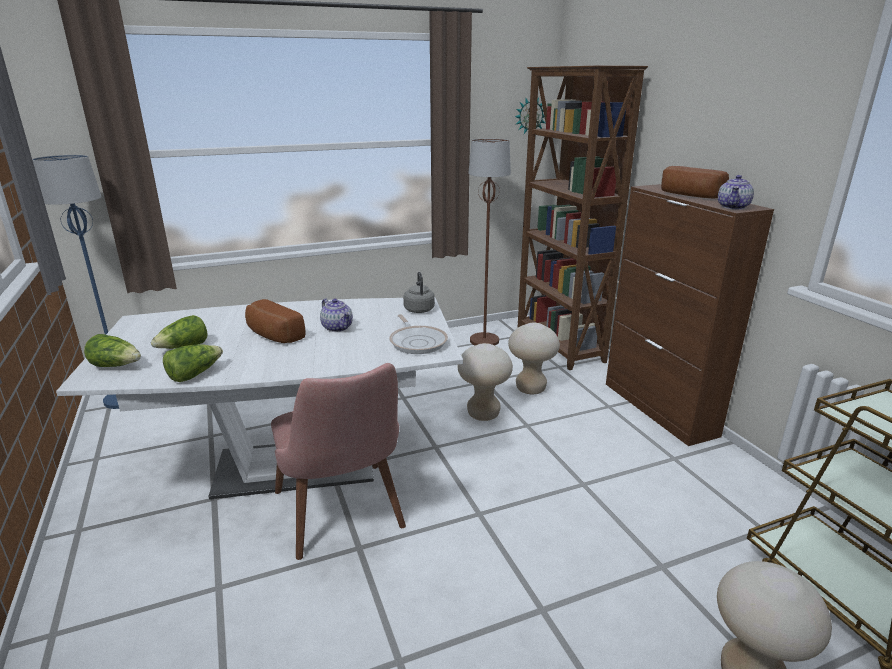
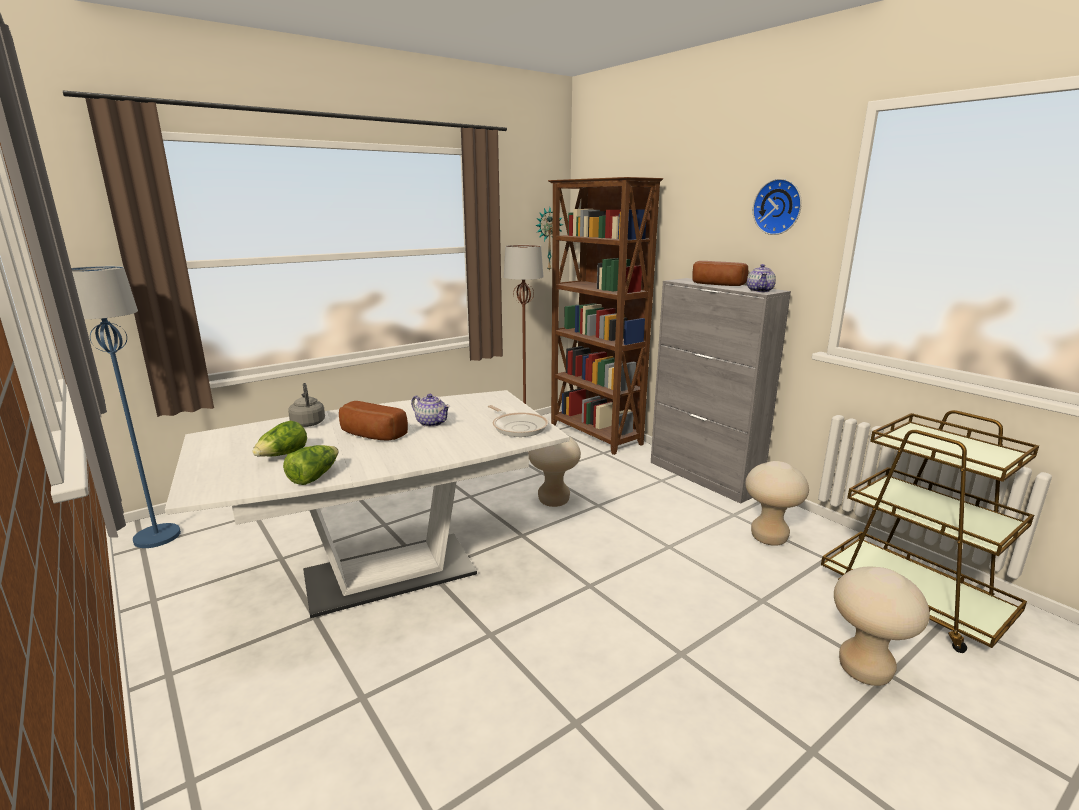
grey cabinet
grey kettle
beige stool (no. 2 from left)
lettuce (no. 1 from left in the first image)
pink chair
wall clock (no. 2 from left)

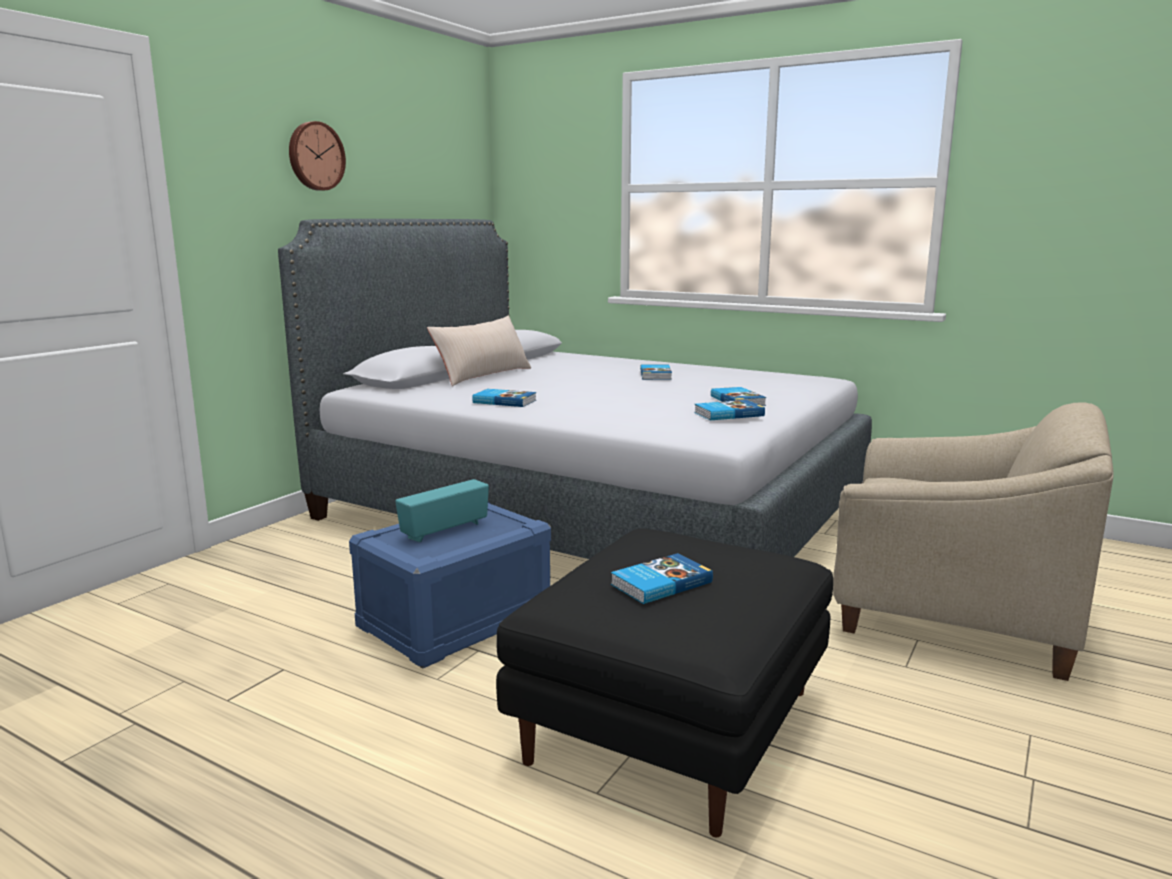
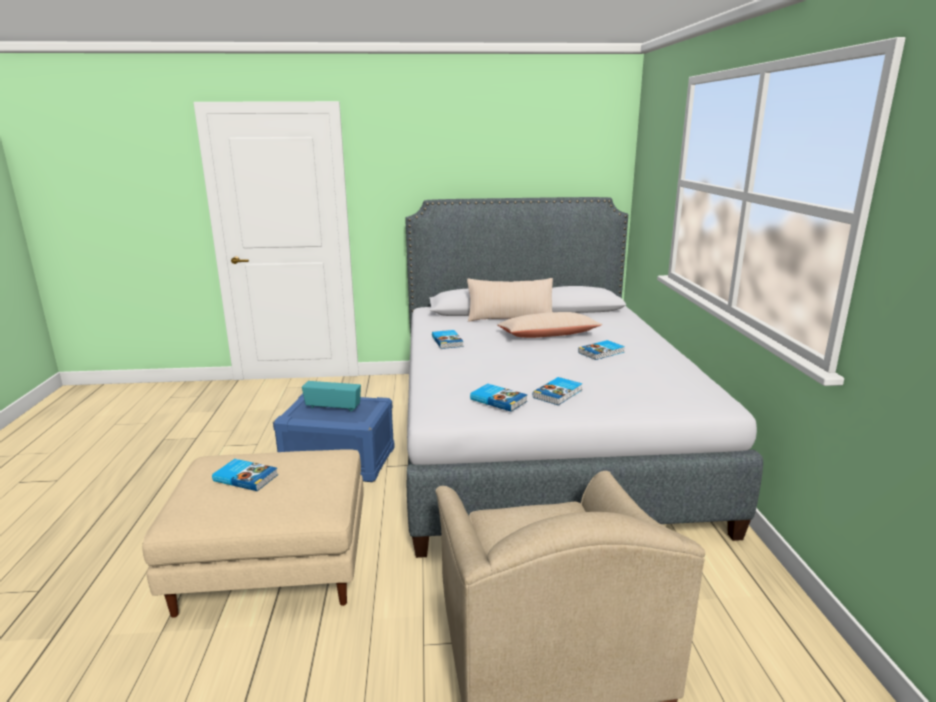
wall clock
beige ottoman
beige pillow (no. 2 from left)

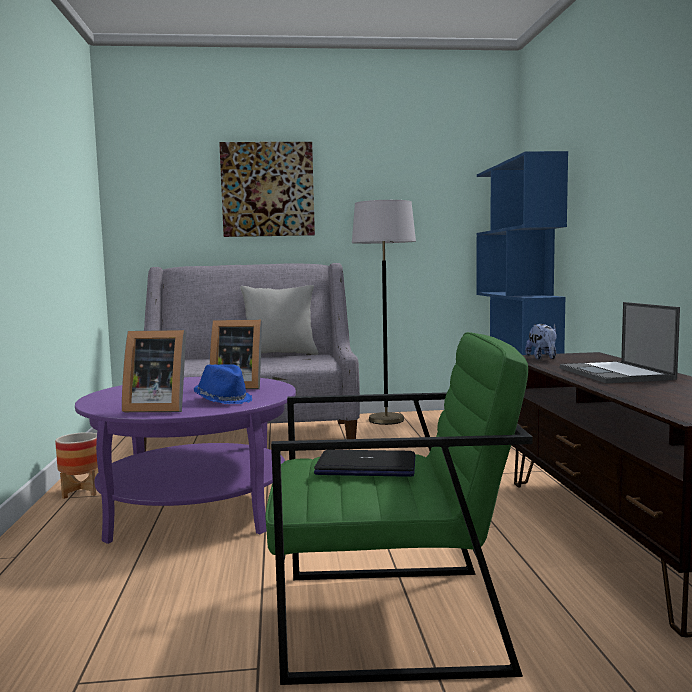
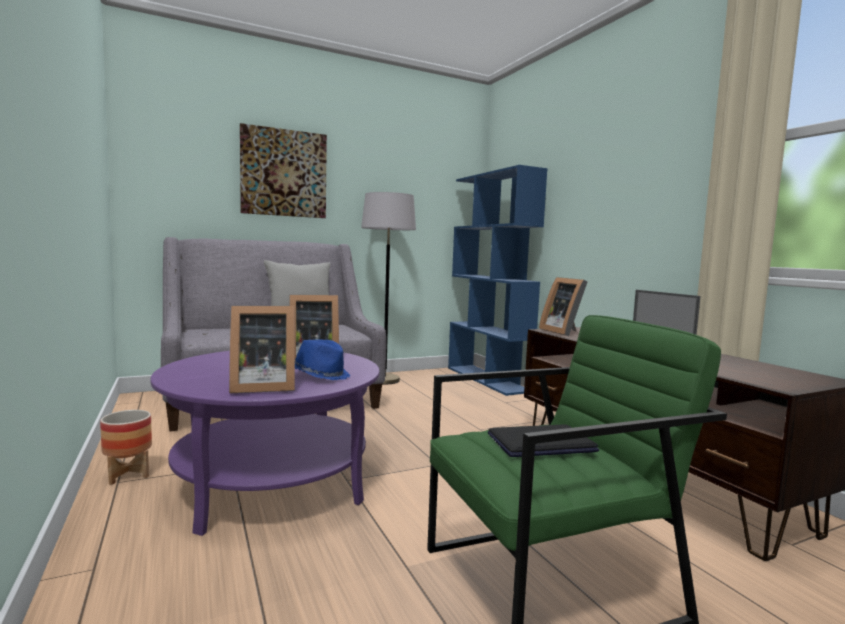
picture frame (no. 3 from left)

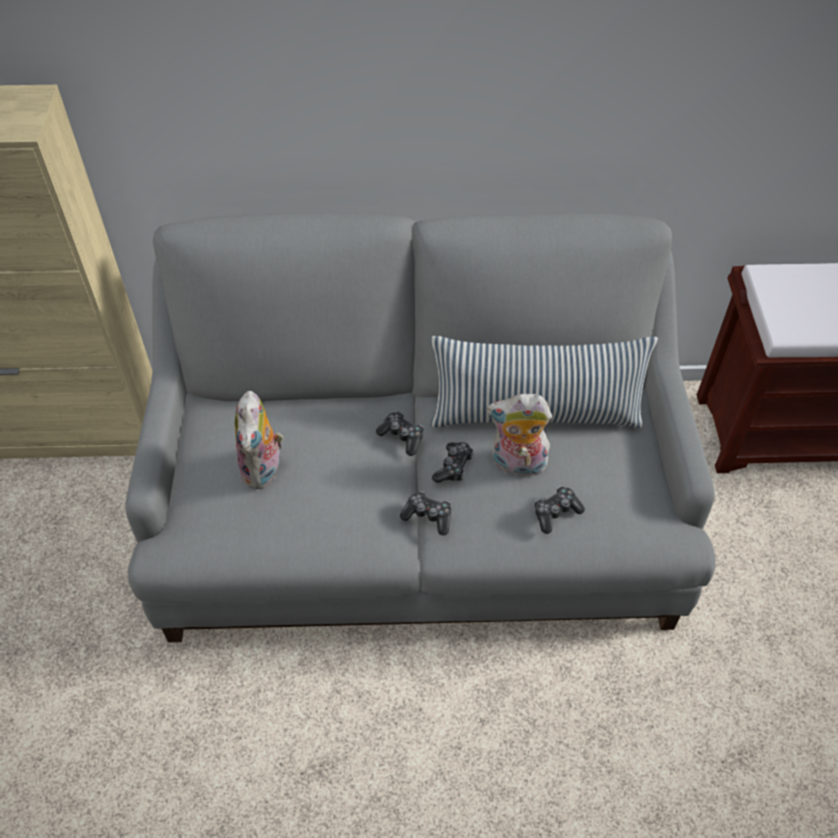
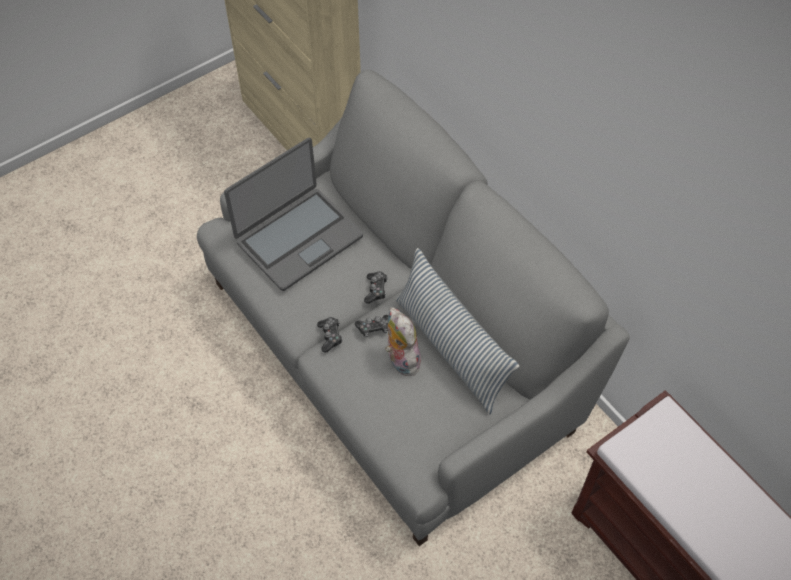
laptop
game controller (no. 4 from left in the first image)

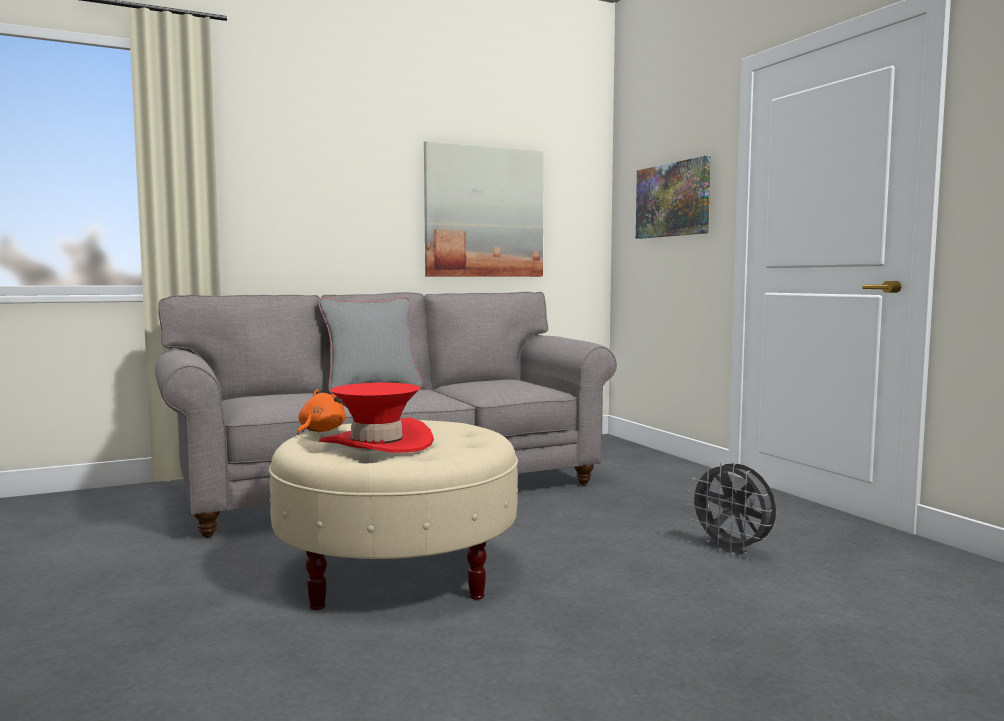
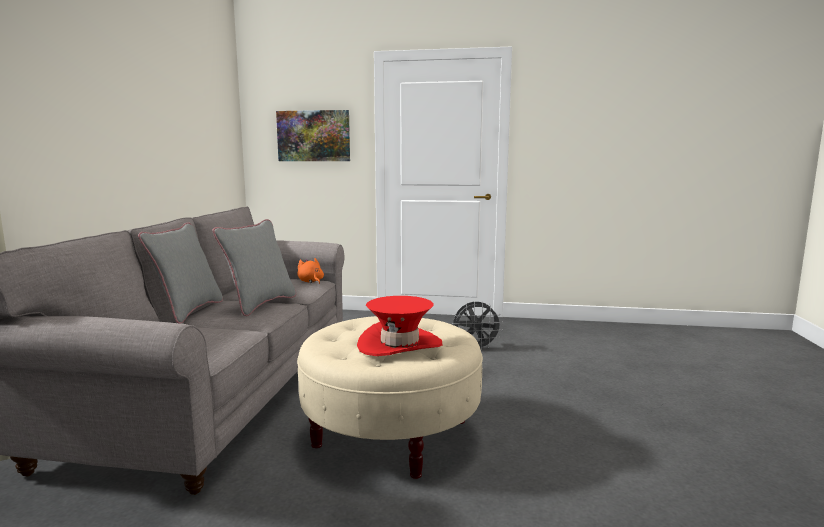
picture (no. 1 from left in the first image)
orange plush toy
grey pillow (no. 2 from left)

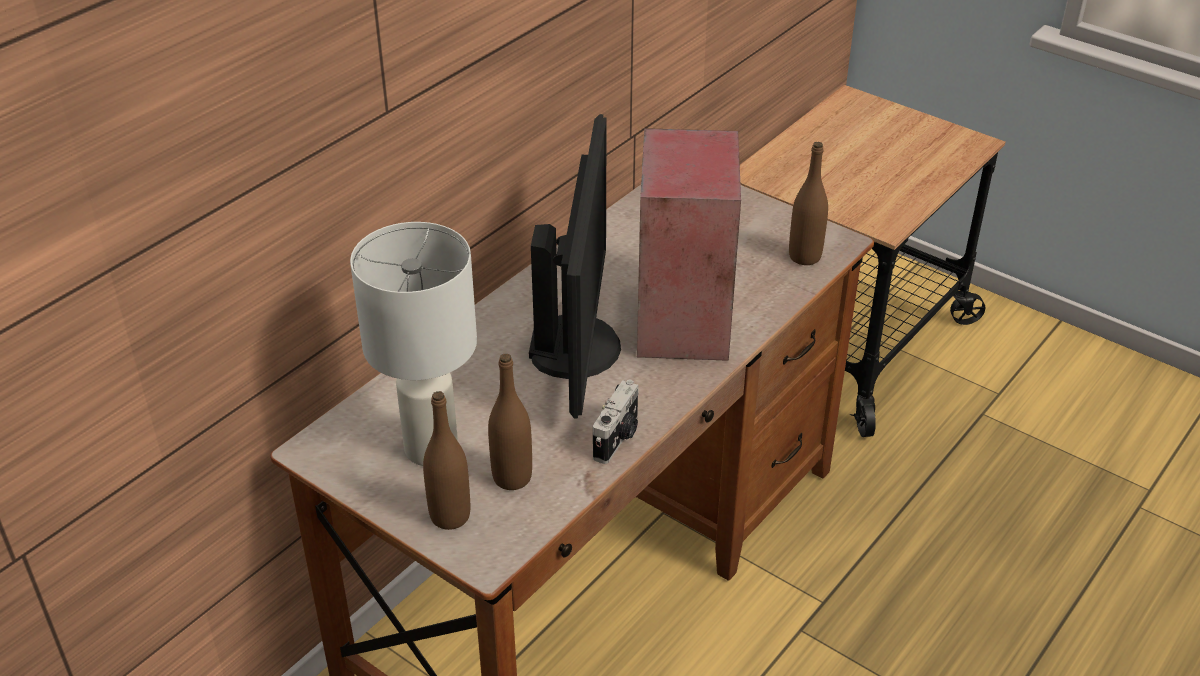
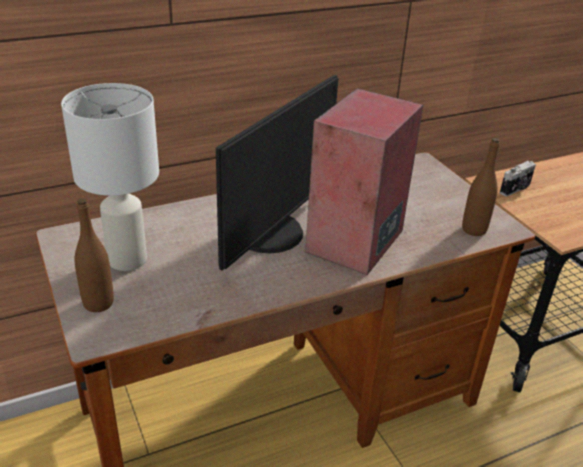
brown bottle (no. 2 from left in the first image)
photo camera

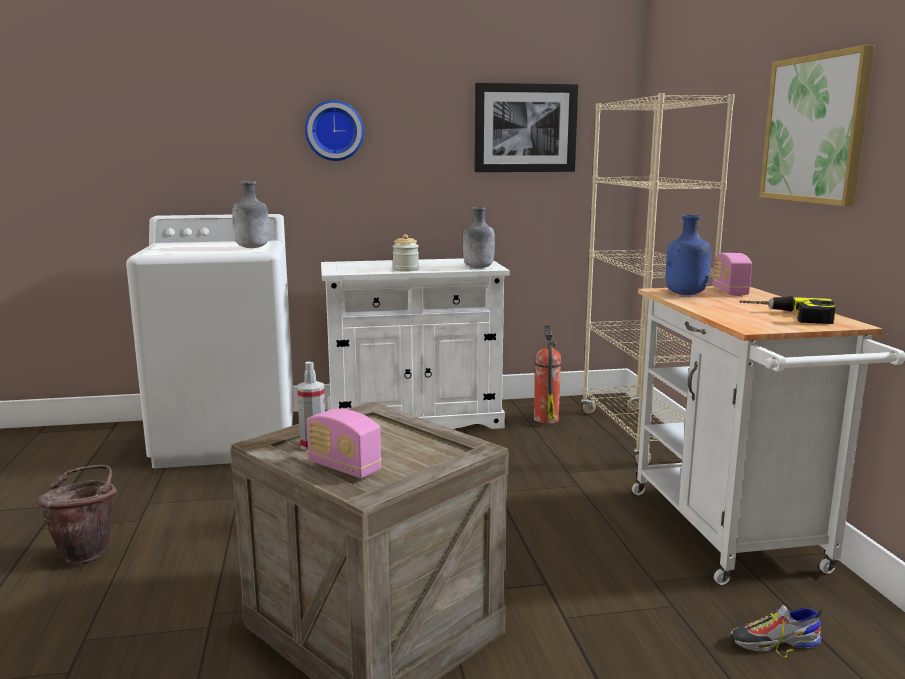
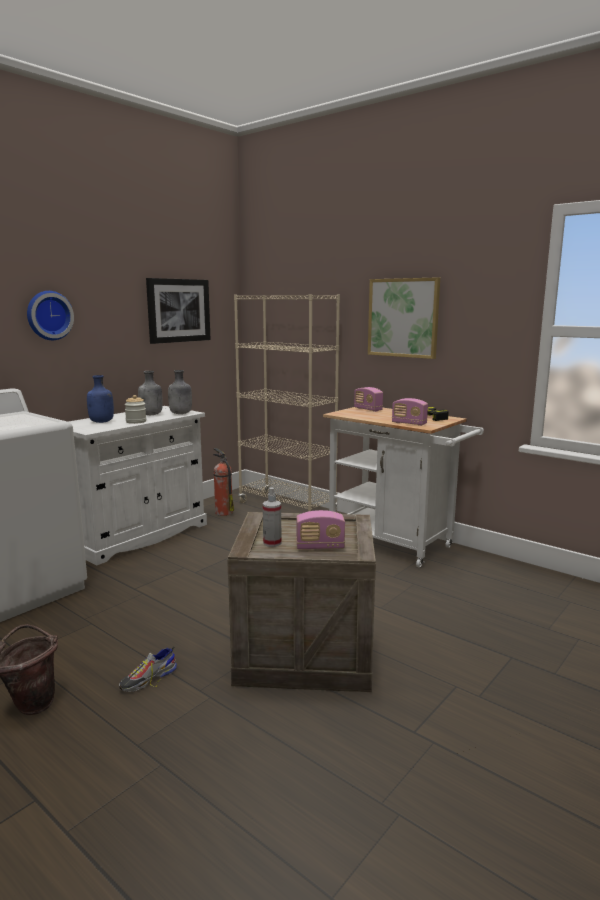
grey bottle (no. 1 from left)
blue bottle
shoe
radio (no. 3 from left)

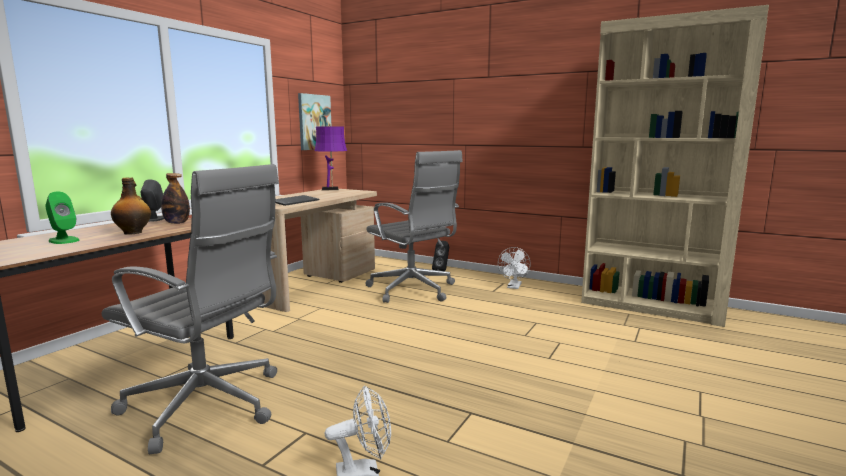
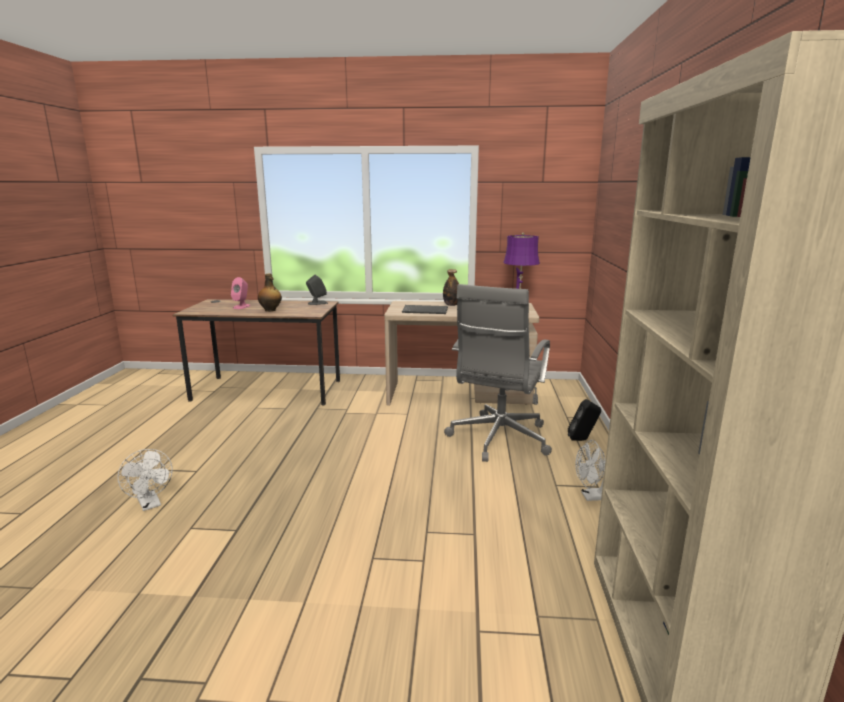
picture
grey office chair (no. 1 from left in the first image)
bottle (no. 2 from left)
pink speaker

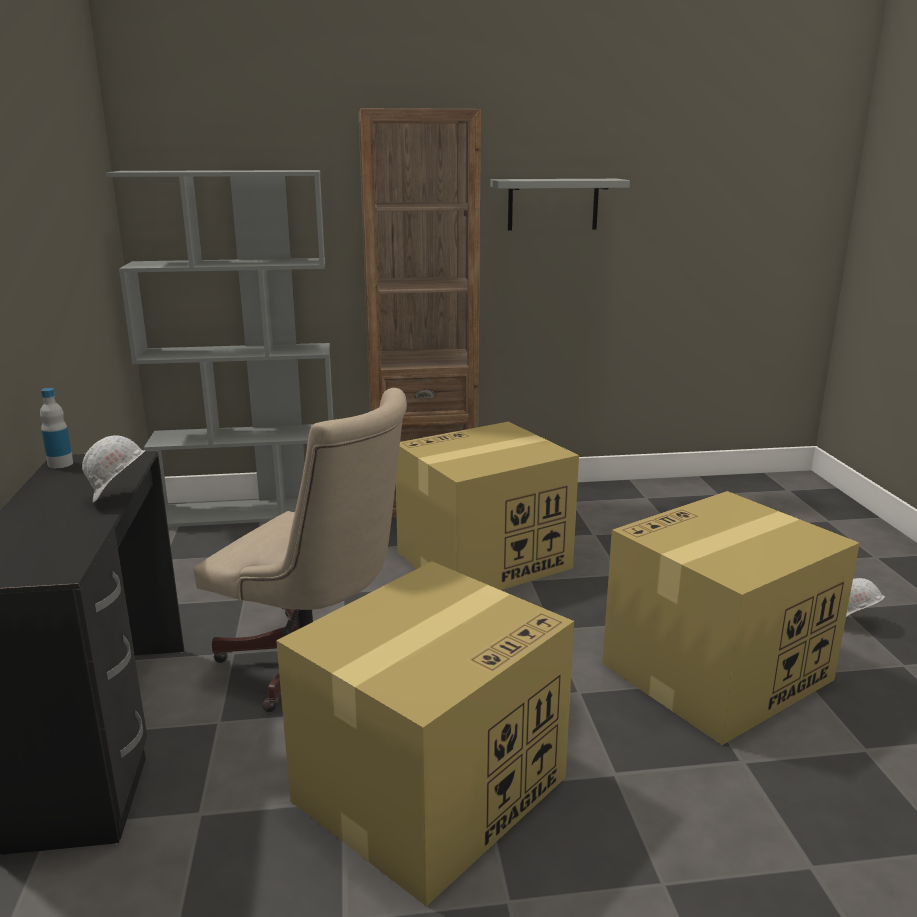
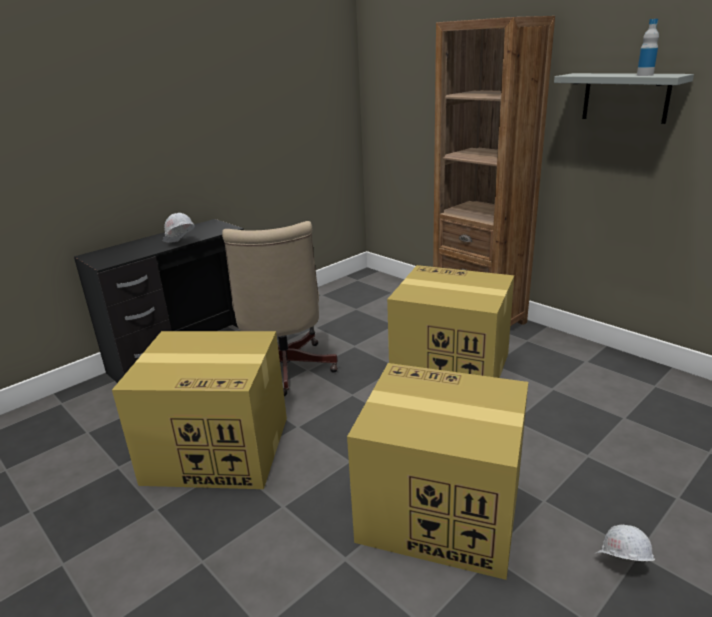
grey bookcase
bottle

